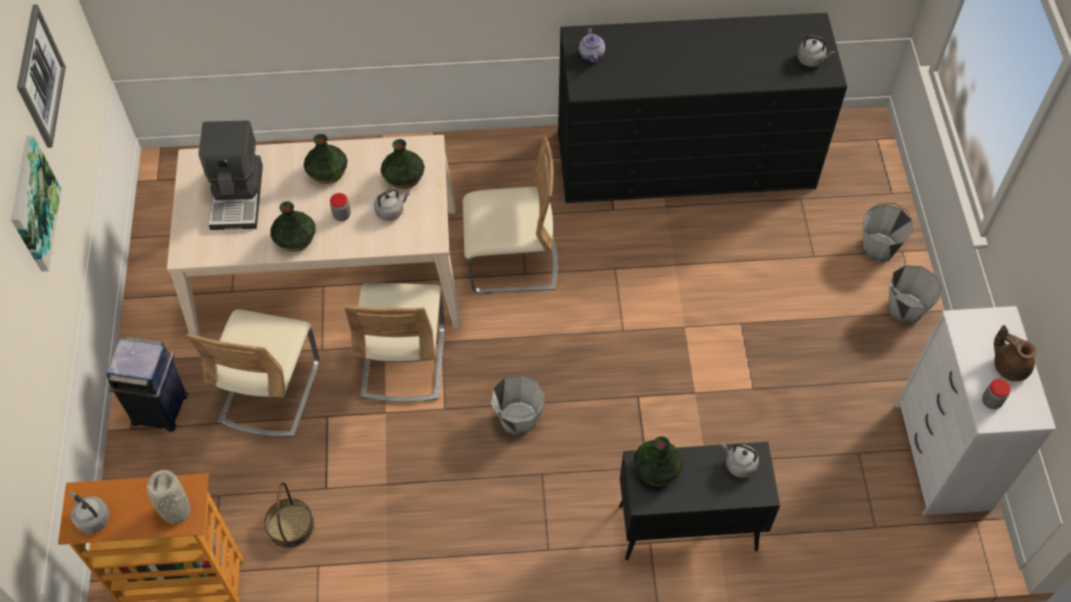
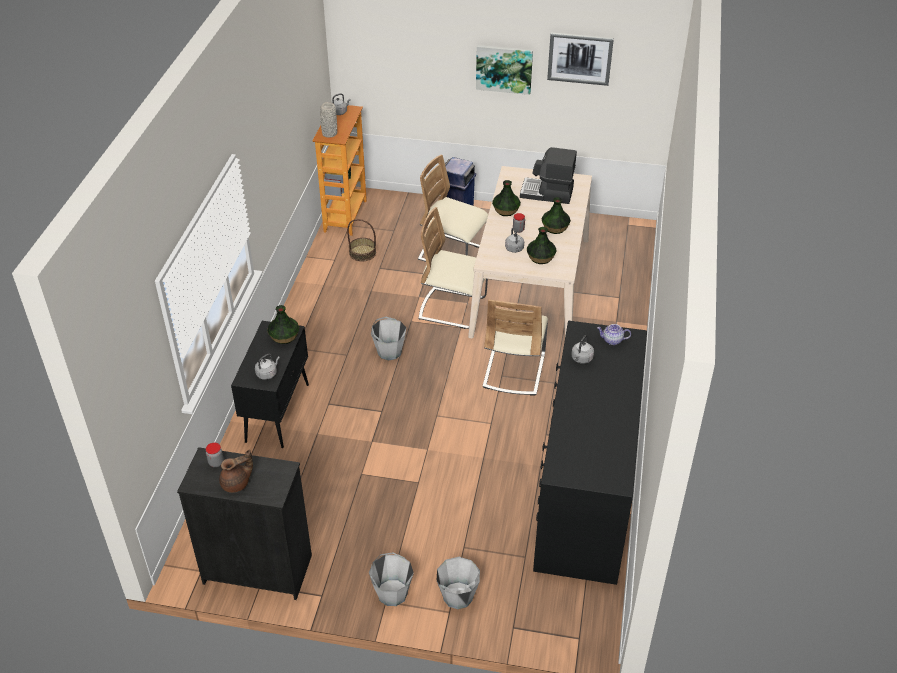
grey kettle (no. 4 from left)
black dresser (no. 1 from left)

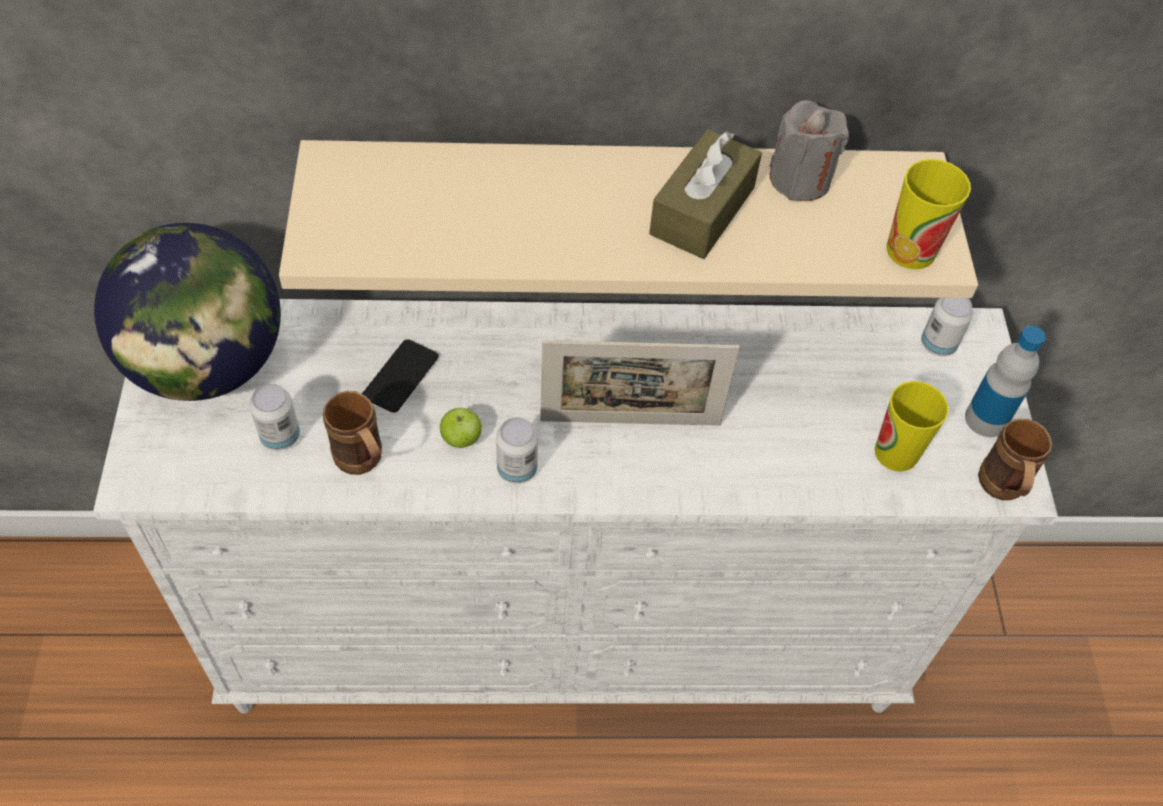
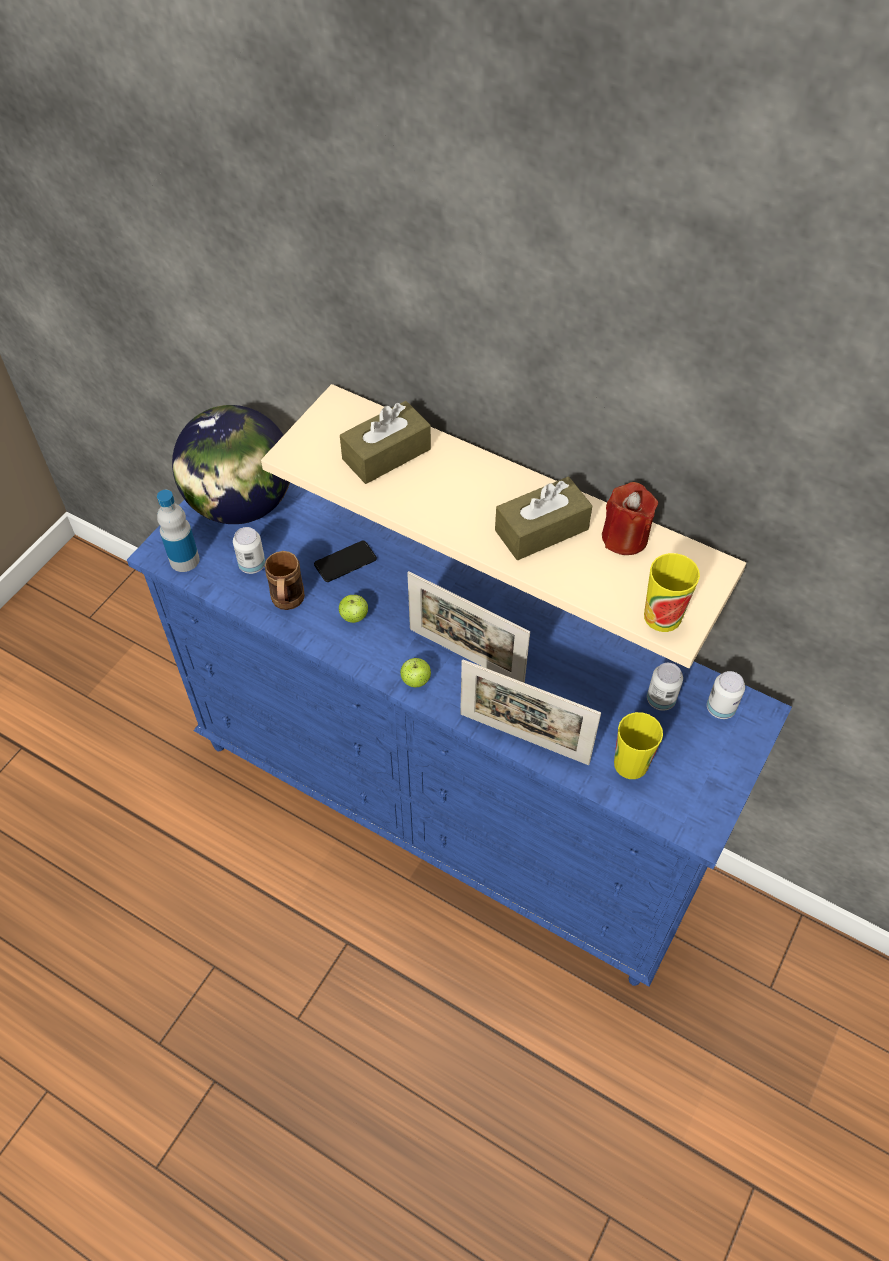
red candle
blue dresser
bottle
can (no. 2 from left)
brown mug (no. 2 from left in the first image)
brown tissue box (no. 1 from left)
apple (no. 2 from left)
picture frame (no. 2 from left)

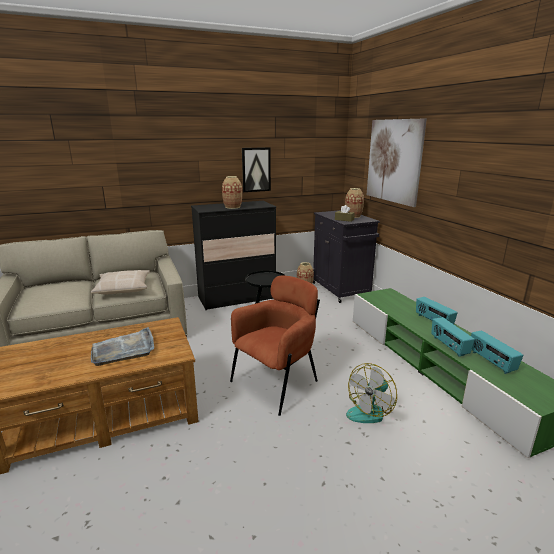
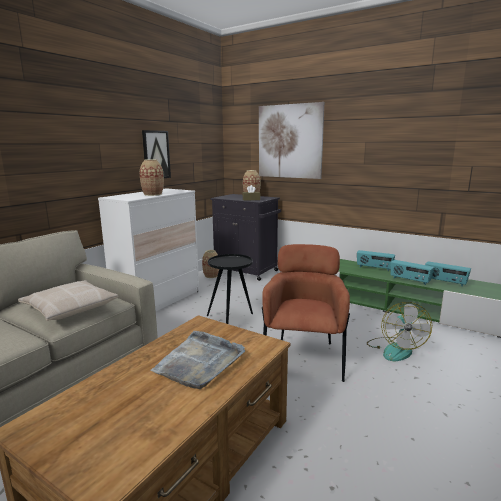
white dresser

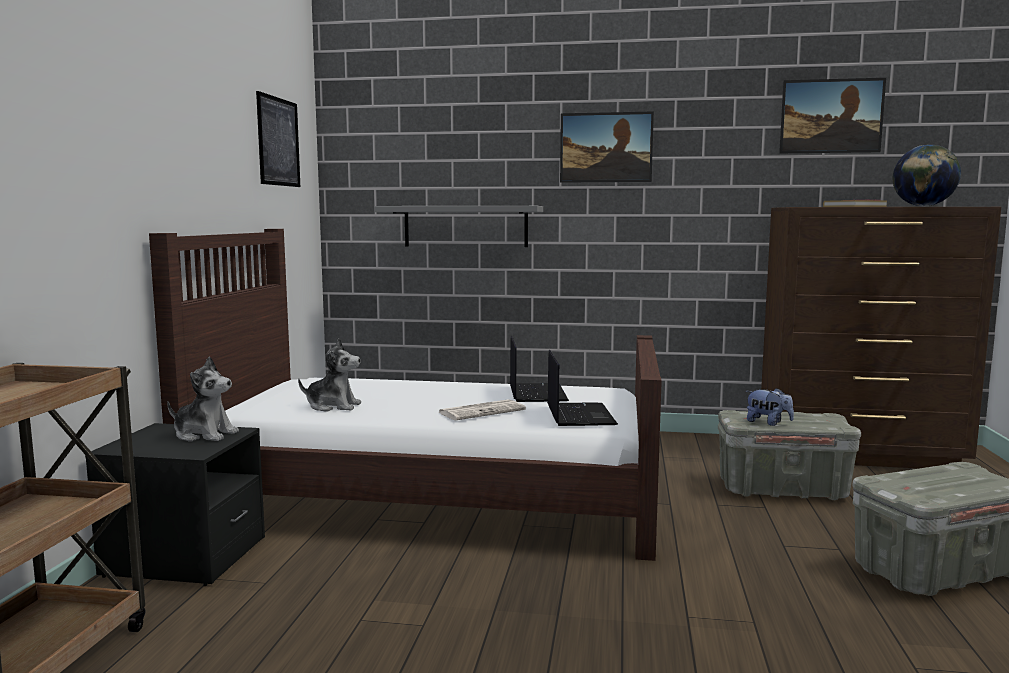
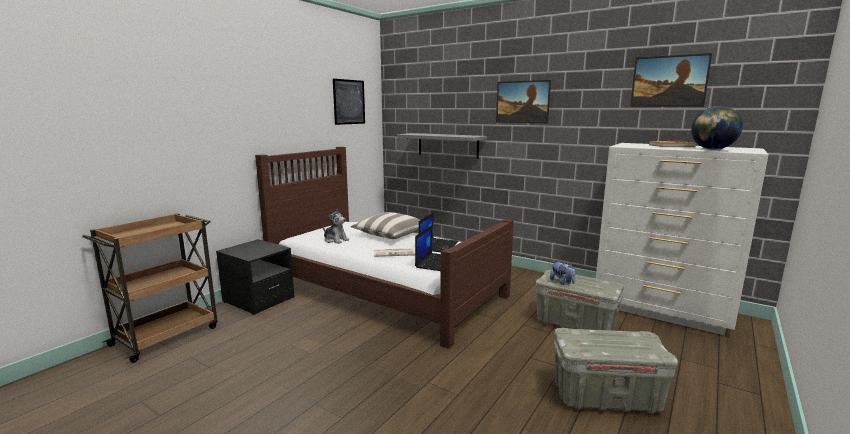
white dresser
plush toy (no. 1 from left in the first image)
pillow

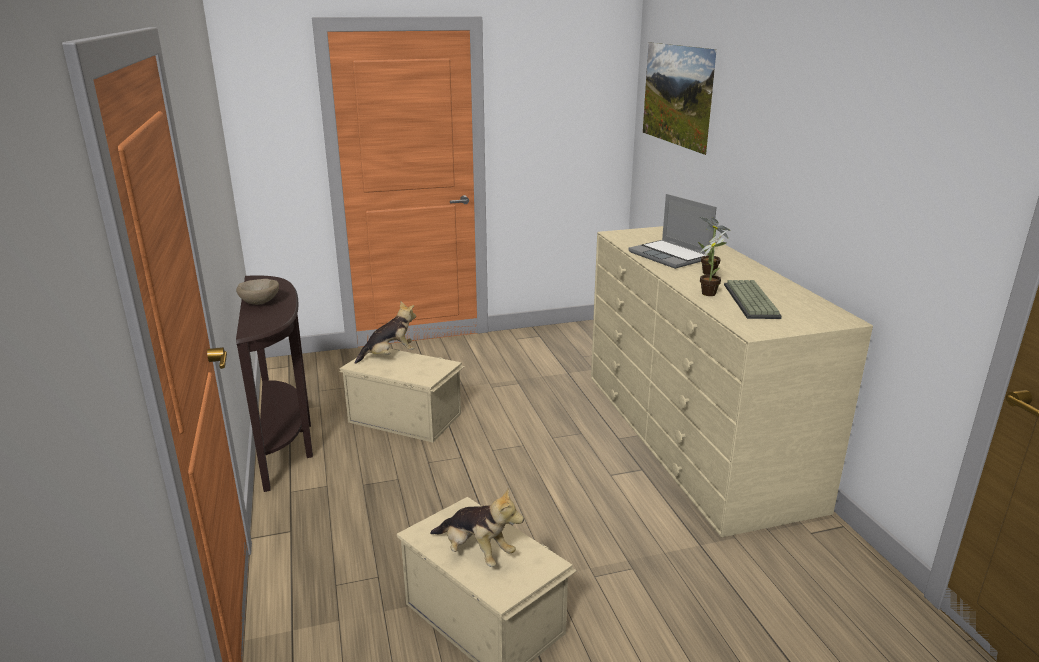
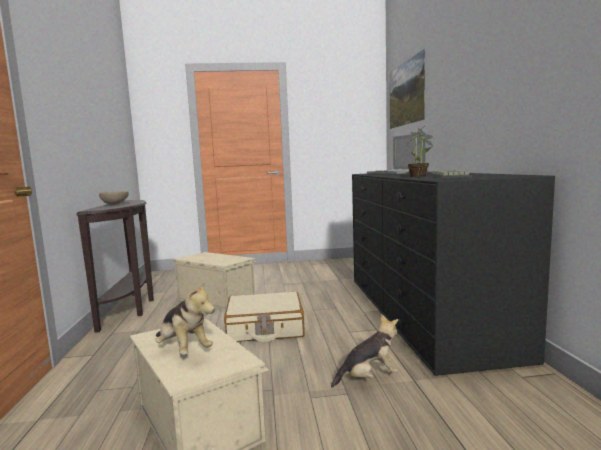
black dresser
plush toy (no. 2 from left)
beige suitcase

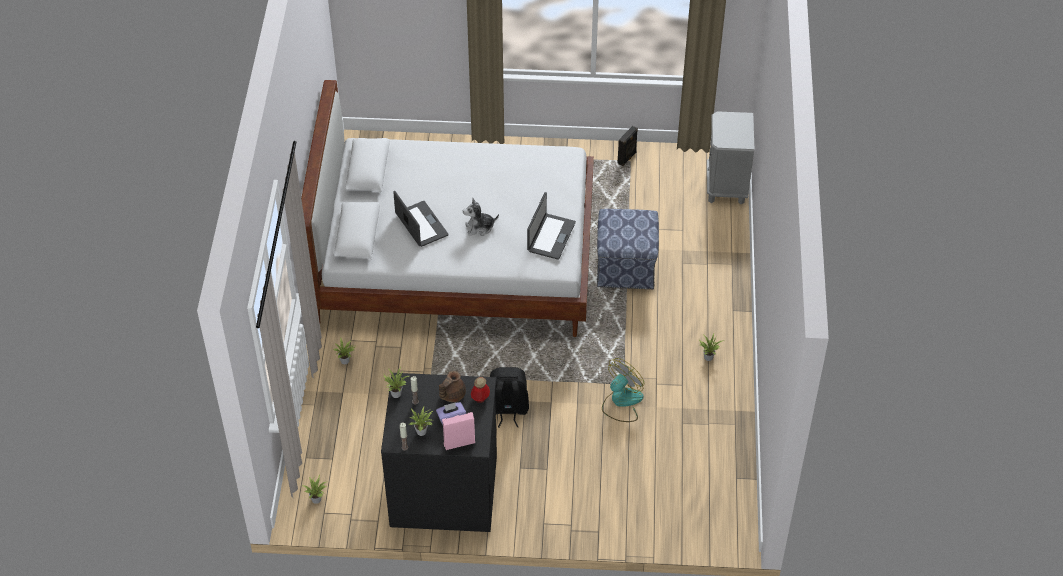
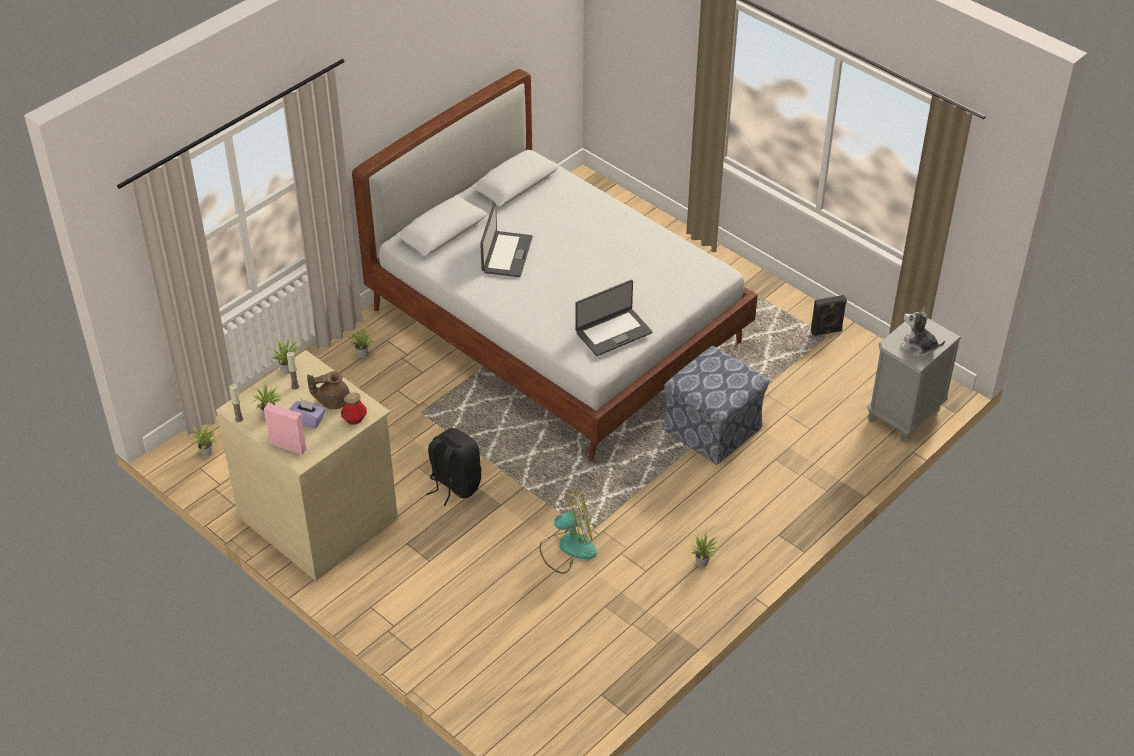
plush toy
beige dresser

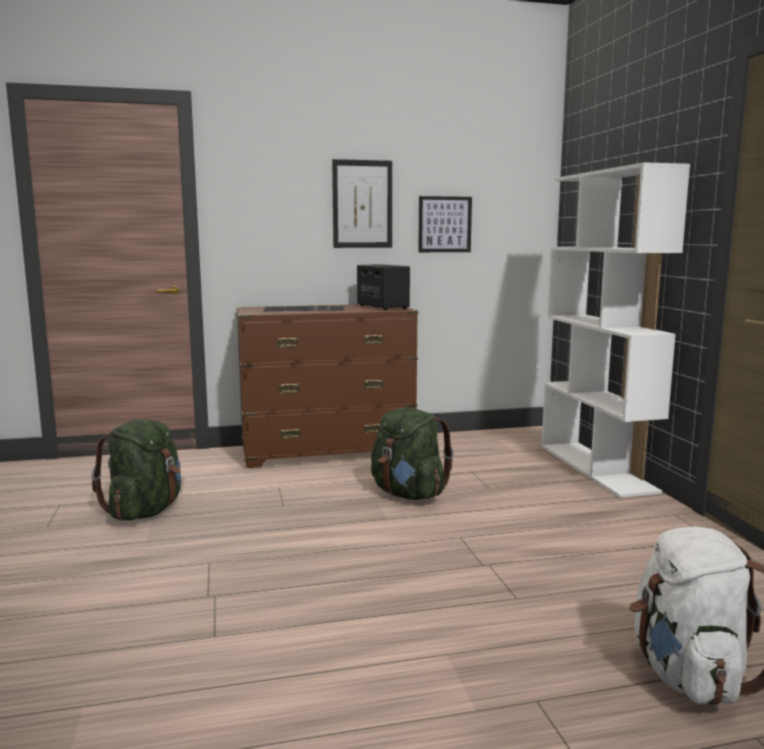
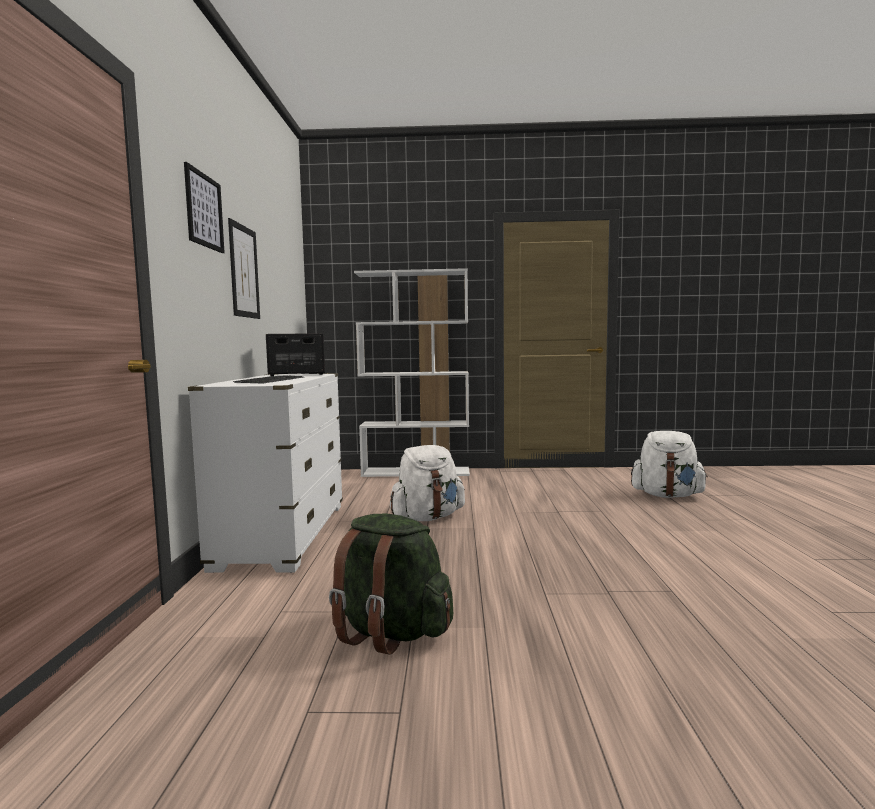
picture (no. 1 from left)
white dresser
white backpack (no. 1 from left)

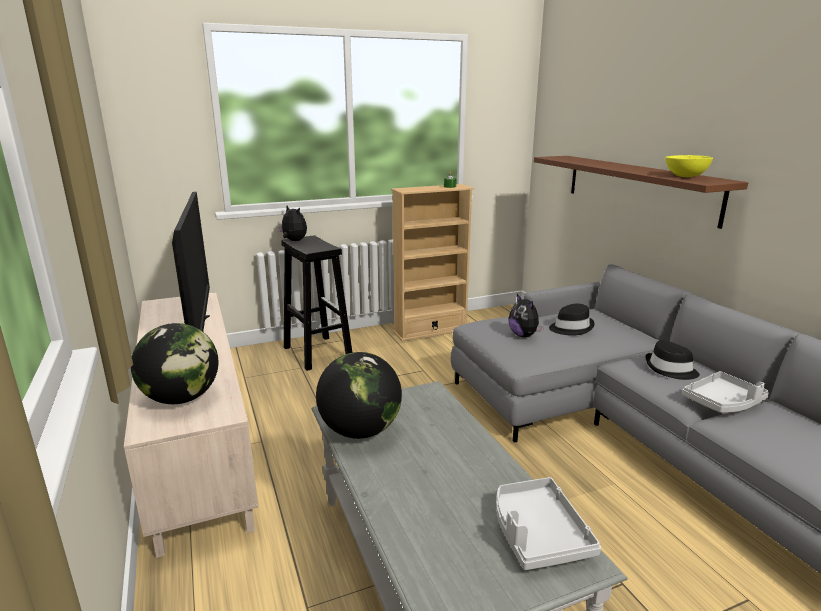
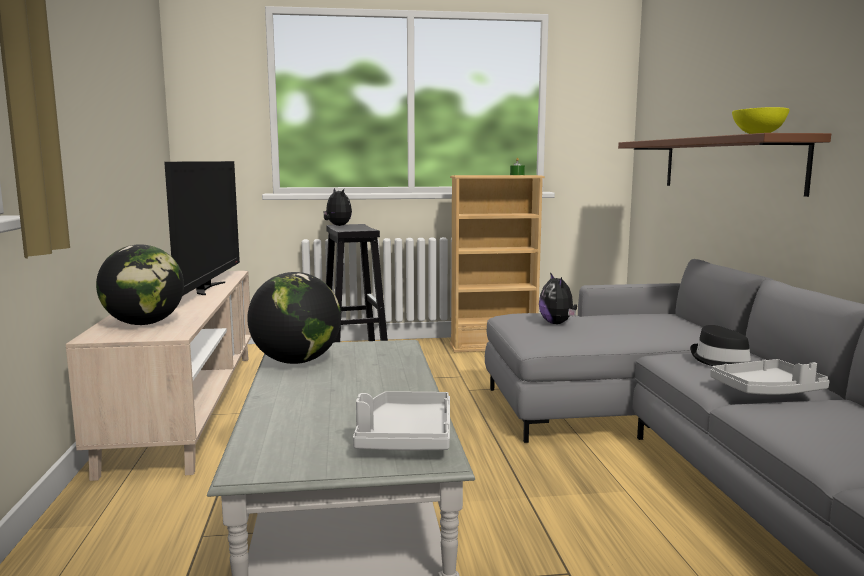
black hat (no. 1 from left in the first image)

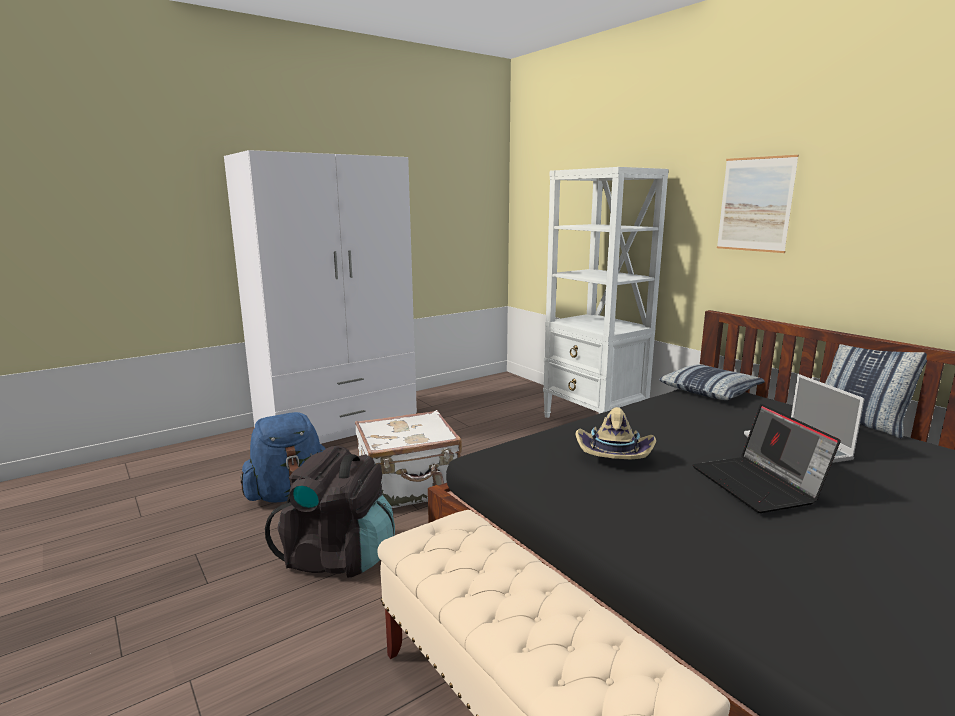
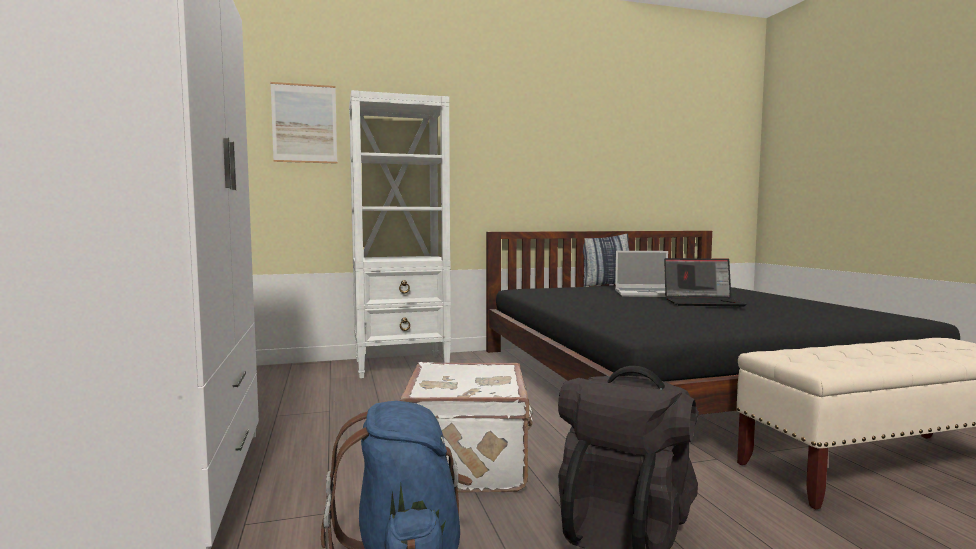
picture
pillow (no. 1 from left in the first image)
beige hat

